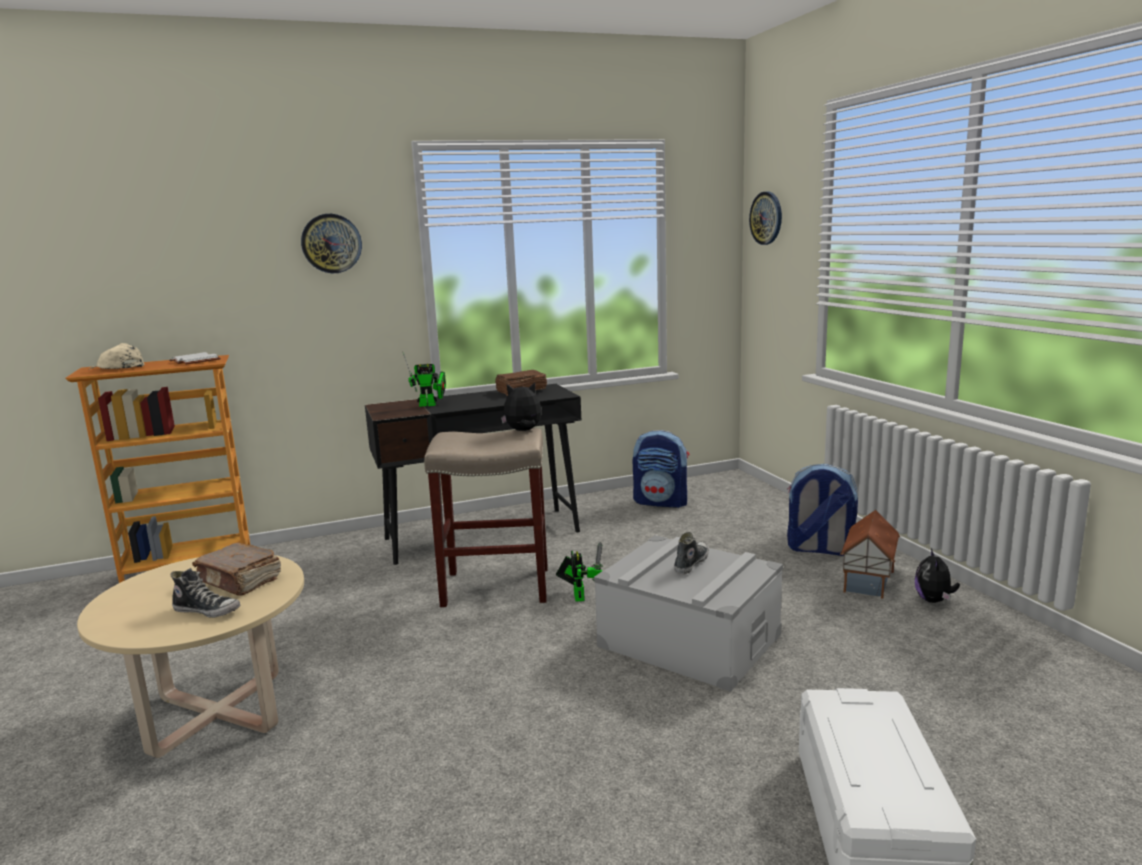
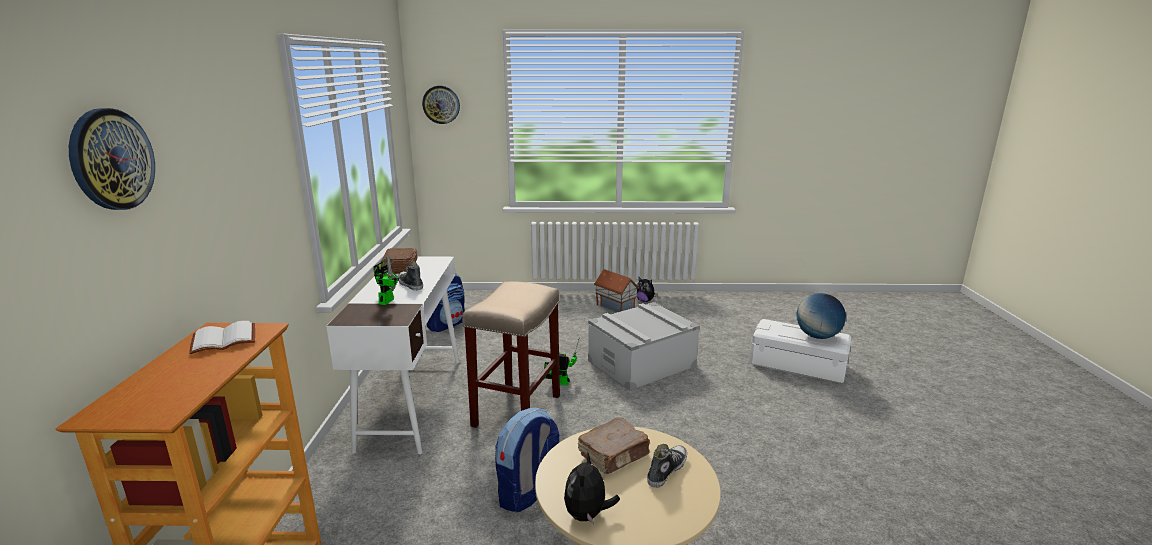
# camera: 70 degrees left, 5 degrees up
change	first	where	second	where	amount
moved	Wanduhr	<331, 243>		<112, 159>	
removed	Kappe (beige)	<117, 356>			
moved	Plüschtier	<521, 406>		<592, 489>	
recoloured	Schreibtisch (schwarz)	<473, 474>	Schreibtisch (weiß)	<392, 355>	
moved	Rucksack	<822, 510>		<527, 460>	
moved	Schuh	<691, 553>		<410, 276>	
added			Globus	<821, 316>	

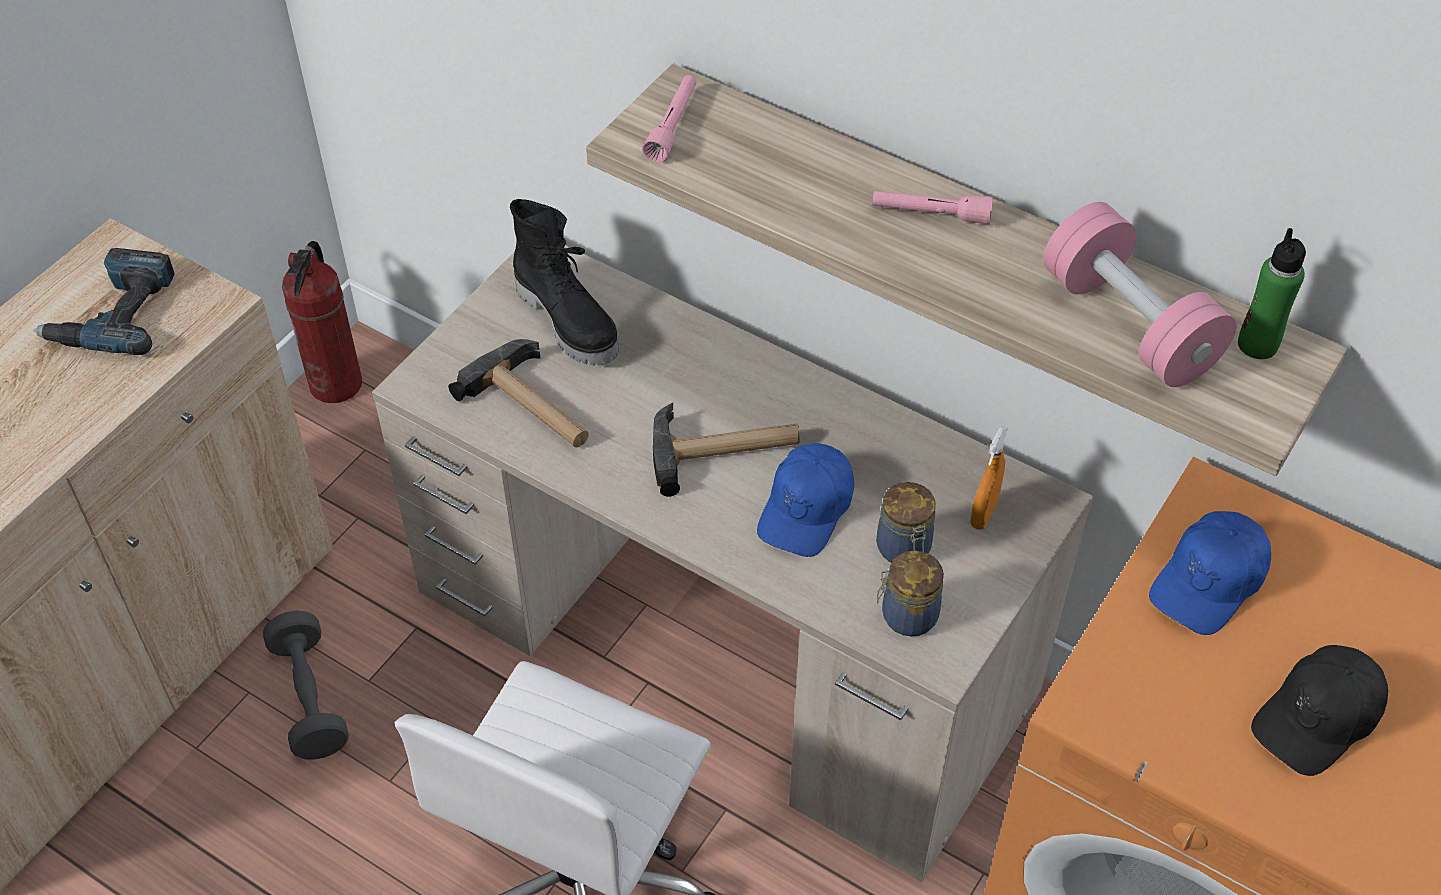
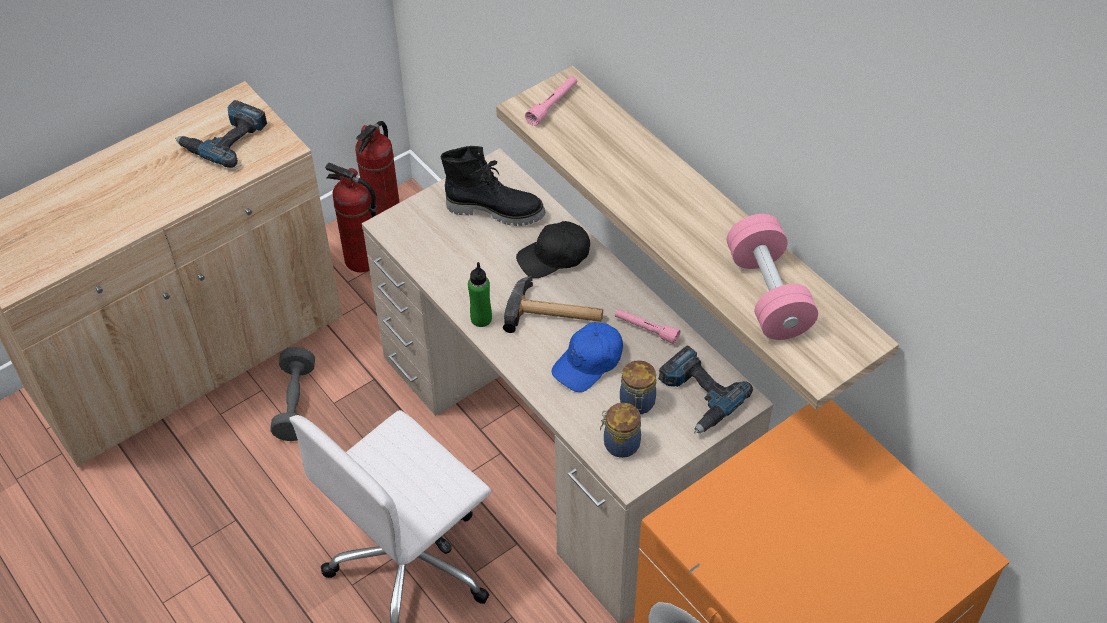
# camera: 20 degrees right, 0 degrees up
change	first	where	second	where	amount
moved	Taschenlampe (rosa)	<932, 208>		<647, 327>	
turned	Stiefel (schwarz)	<564, 282>		<493, 186>	60 degrees counterclockwise
moved	Flasche (grün)	<1272, 293>		<480, 294>	
removed	Hammer	<518, 393>			
replaced	Sprühflasche (orange)	<989, 478>	Bohrmaschine	<705, 390>	
removed	Kappe (blau)	<1210, 573>			
moved	Kappe (schwarz)	<1319, 710>		<553, 249>	
added			Feuerlöscher	<351, 218>	

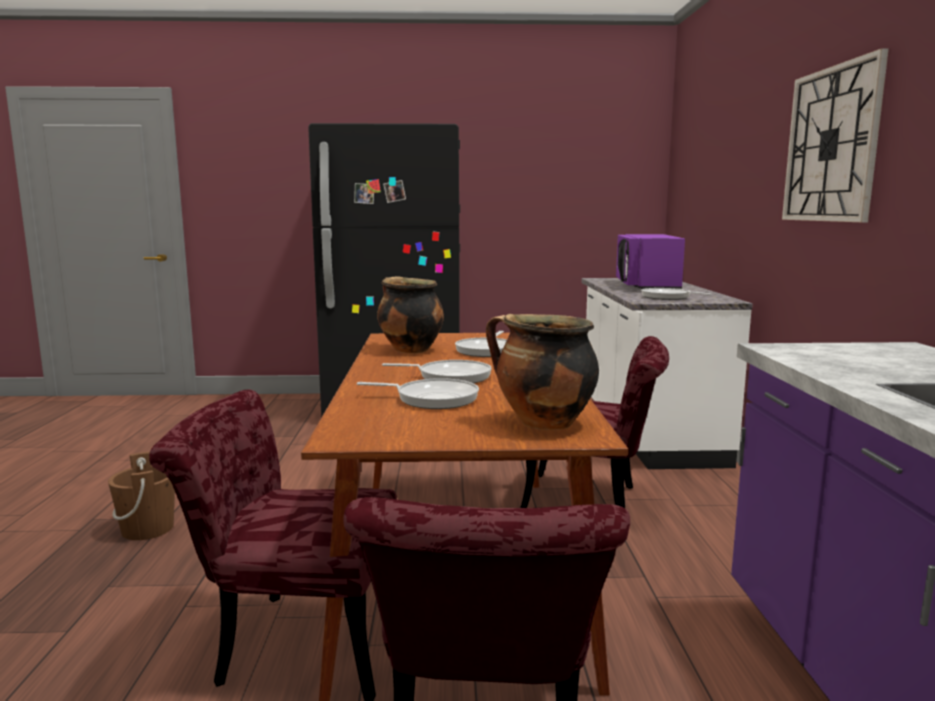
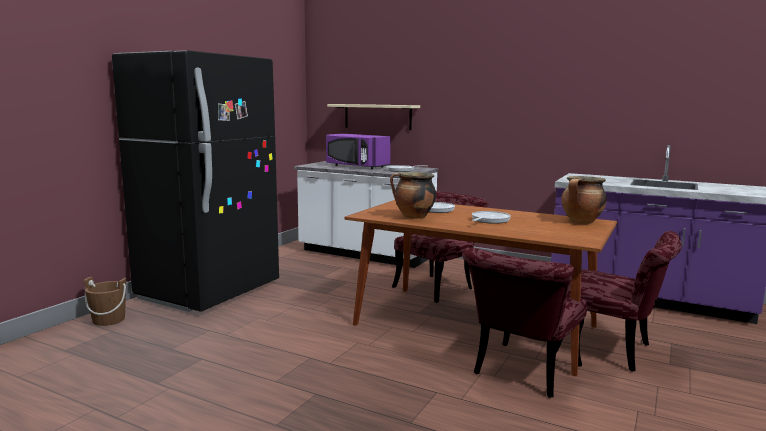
# camera: 60 degrees left, 0 degrees up
change	first	where	second	where	amount
removed	Wanduhr	<835, 135>			
removed	Pfanne	<418, 393>			
moved	Eimer (braun)	<141, 496>		<104, 301>	
added			Wandregal (beige)	<373, 117>	

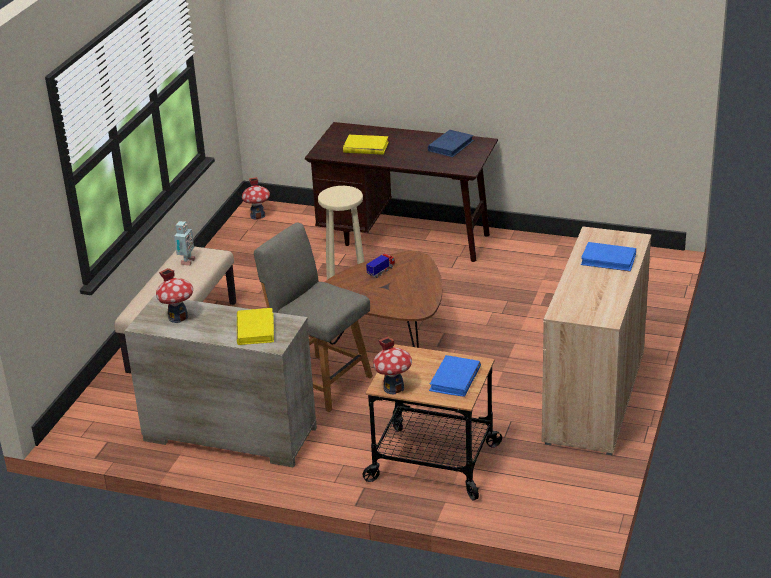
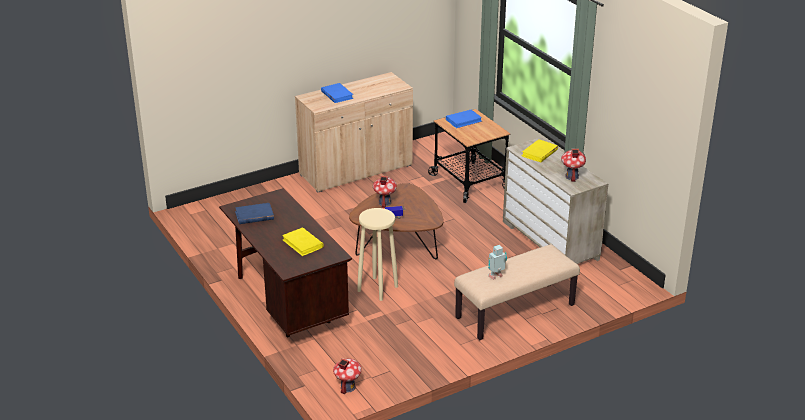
# camera: 140 degrees left, 0 degrees up
change	first	where	second	where	amount
removed	Stuhl (grau)	<313, 317>			
moved	Spielzeughaus	<392, 365>		<385, 192>	

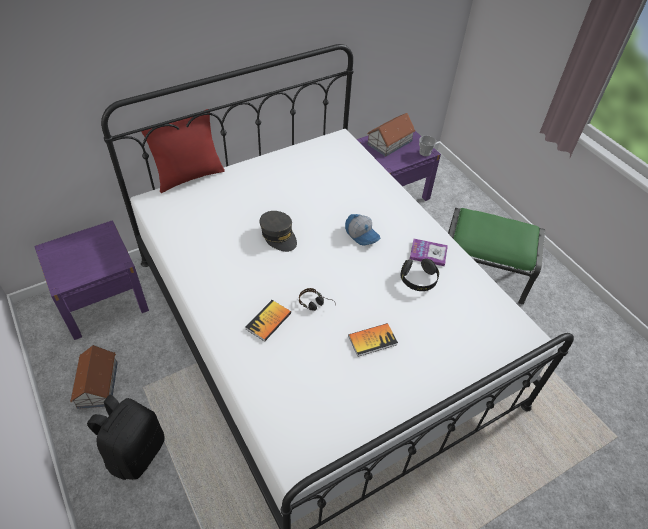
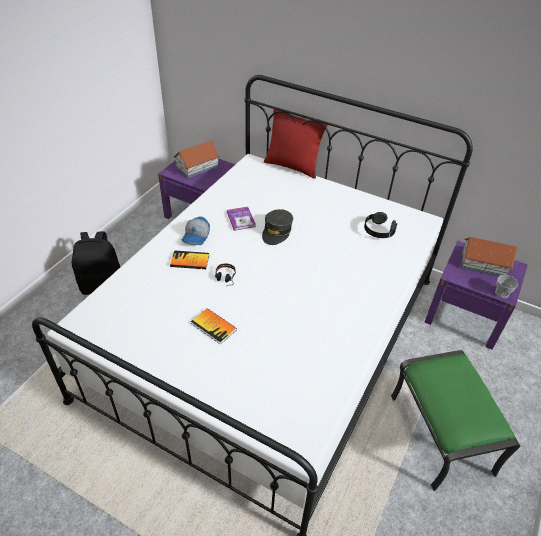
# camera: 60 degrees right, 5 degrees down
change	first	where	second	where	amount
moved	Kappe	<362, 230>		<196, 231>	
moved	Buch	<429, 252>		<241, 219>	
moved	Kopfhörer (schwarz)	<420, 274>		<380, 225>	
moved	Spielzeughaus	<94, 377>		<197, 159>	

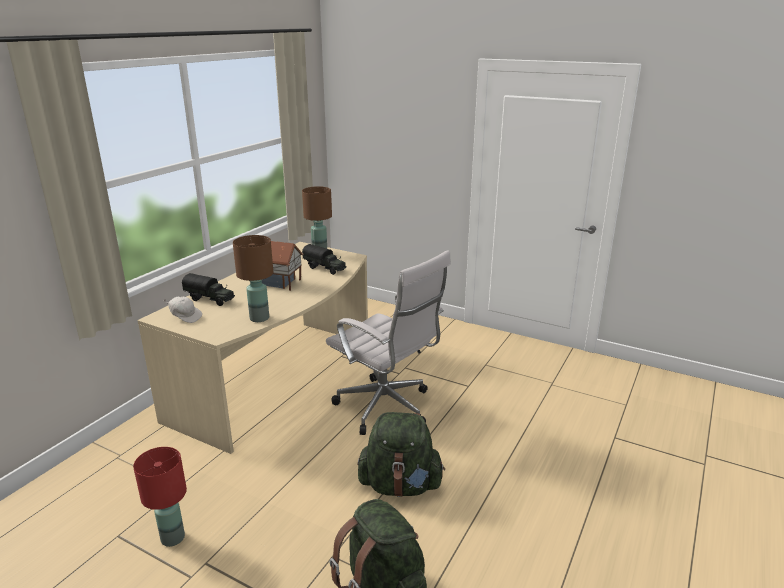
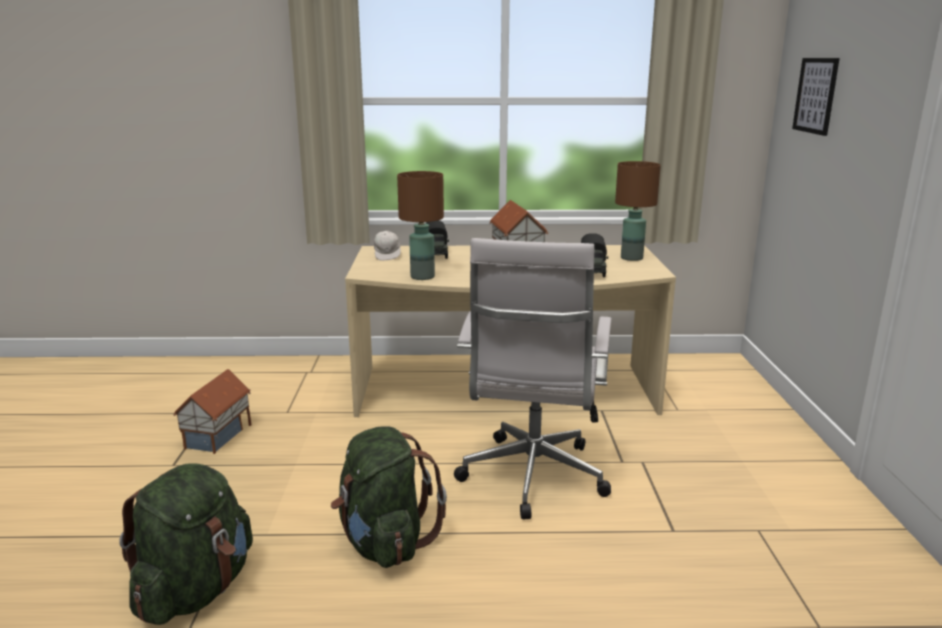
# camera: 60 degrees right, 5 degrees down
change	first	where	second	where	amount
replaced	Tischlampe (rot)	<160, 497>	Spielzeughaus	<212, 411>	
added			Bild	<816, 97>	

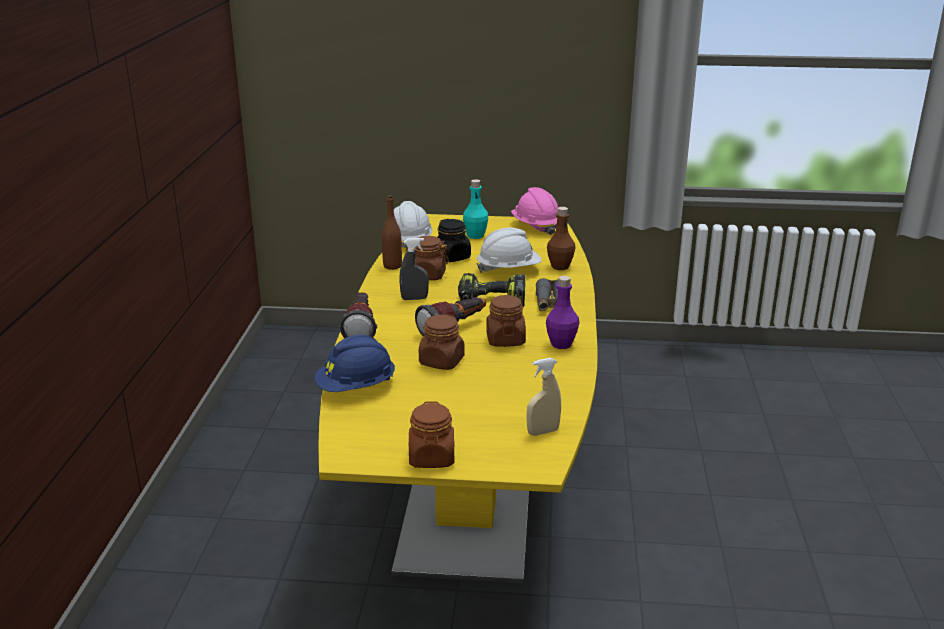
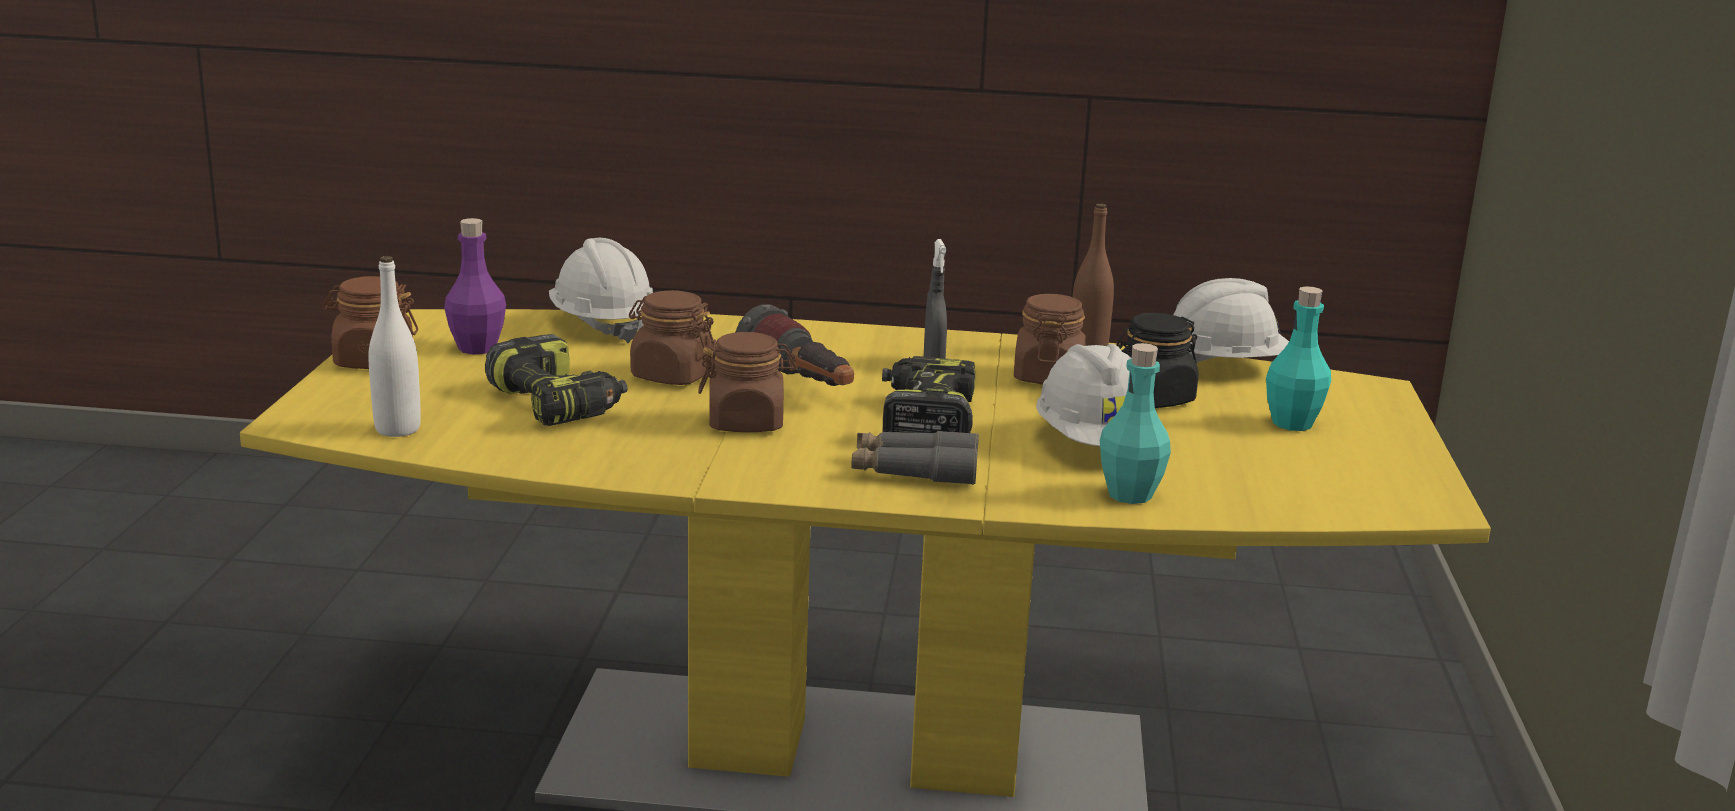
# camera: 90 degrees right, 5 degrees down
change	first	where	second	where	amount
removed	Schutzhelm (rosa)	<534, 211>			
recoloured	Flasche (braun)	<561, 238>	Flasche (türkis)	<1135, 423>	
moved	Flasche (lila)	<562, 312>		<475, 286>	
removed	Taschenlampe	<358, 315>			
recoloured	Schutzhelm (blau)	<354, 363>	Schutzhelm (weiß)	<601, 290>	
replaced	Sprühflasche (beige)	<544, 397>	Flasche (weiß)	<394, 346>	
added			Bohrmaschine	<556, 380>	

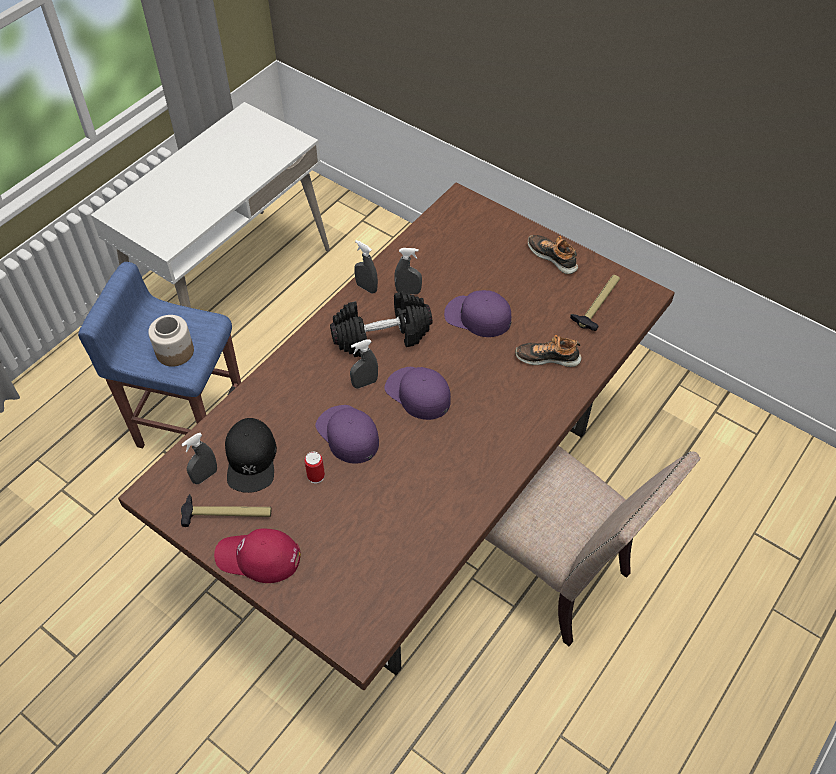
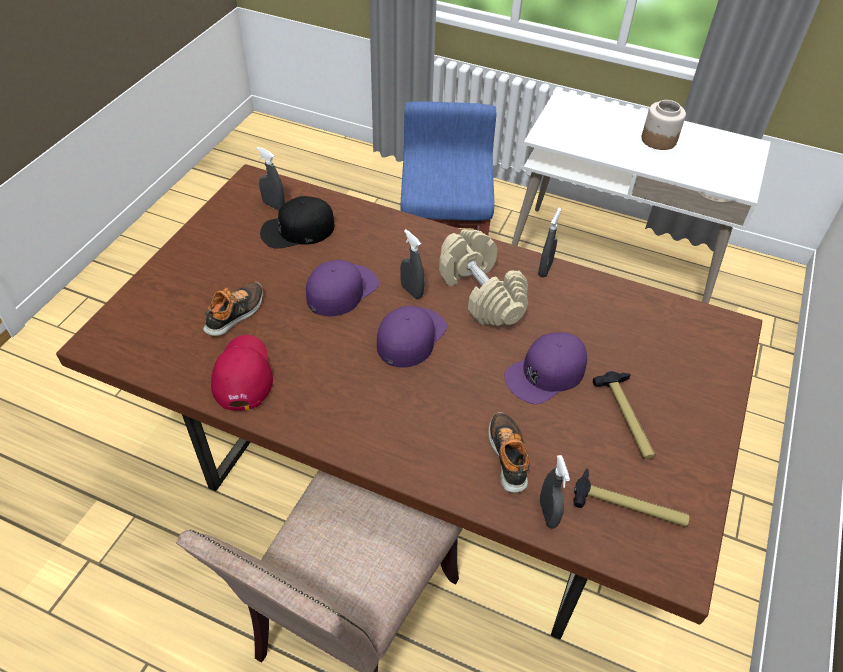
# camera: 75 degrees right, 5 degrees down
change	first	where	second	where	amount
moved	Schuh	<553, 254>		<233, 308>	
moved	Sprühflasche (grau)	<408, 271>		<555, 491>	
turned	Kappe (lila)	<478, 313>		<545, 368>	135 degrees counterclockwise
recoloured	Hantel (schwarz)	<381, 324>	Hantel (beige)	<483, 277>	
moved	Vorratsglas	<171, 341>		<664, 125>	
removed	Dose	<314, 467>			
moved	Hammer	<226, 510>		<624, 415>	
moved	Kappe (rot)	<257, 556>		<242, 373>	

